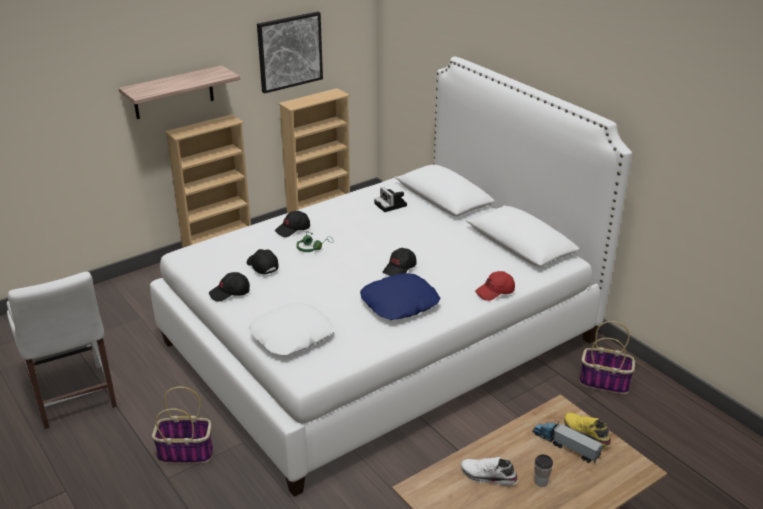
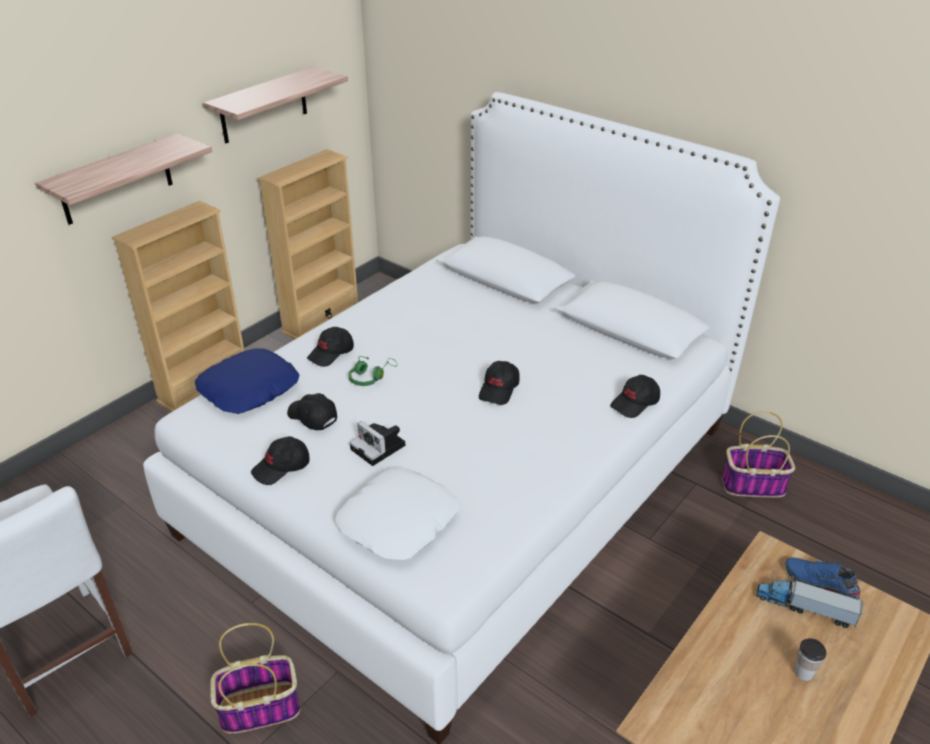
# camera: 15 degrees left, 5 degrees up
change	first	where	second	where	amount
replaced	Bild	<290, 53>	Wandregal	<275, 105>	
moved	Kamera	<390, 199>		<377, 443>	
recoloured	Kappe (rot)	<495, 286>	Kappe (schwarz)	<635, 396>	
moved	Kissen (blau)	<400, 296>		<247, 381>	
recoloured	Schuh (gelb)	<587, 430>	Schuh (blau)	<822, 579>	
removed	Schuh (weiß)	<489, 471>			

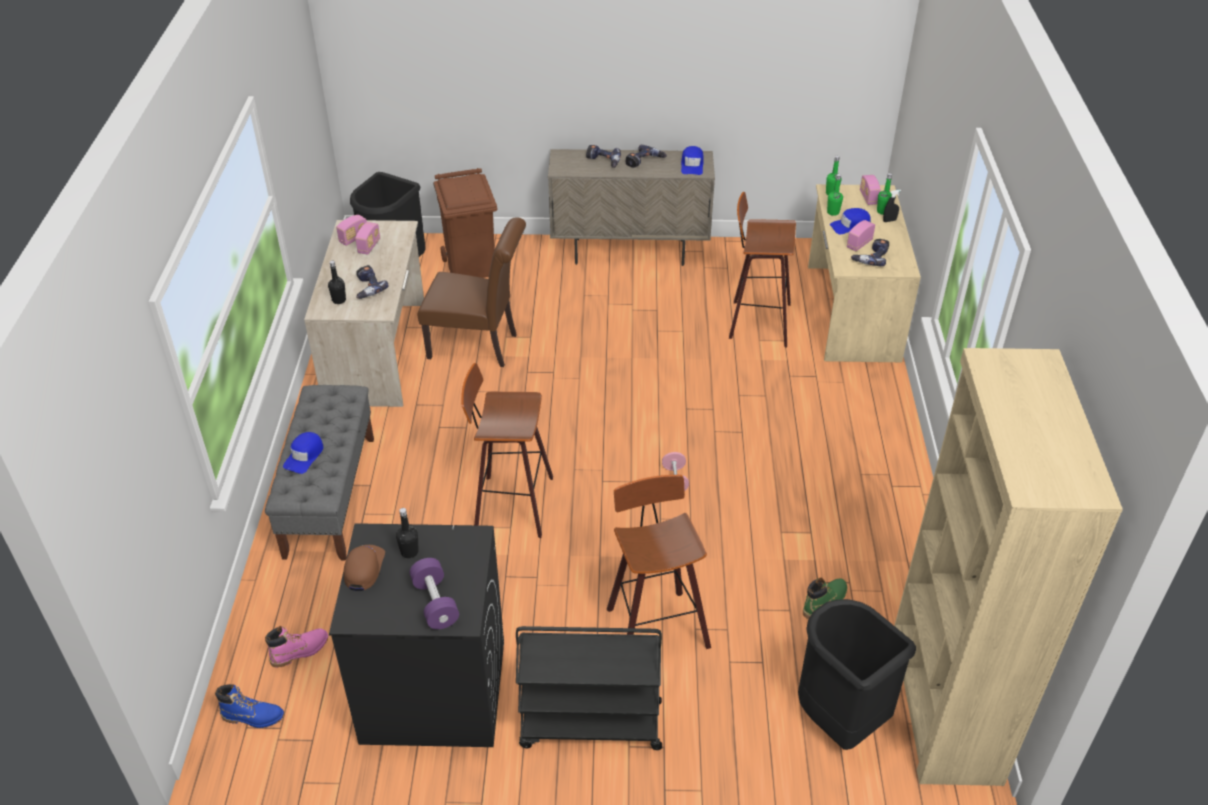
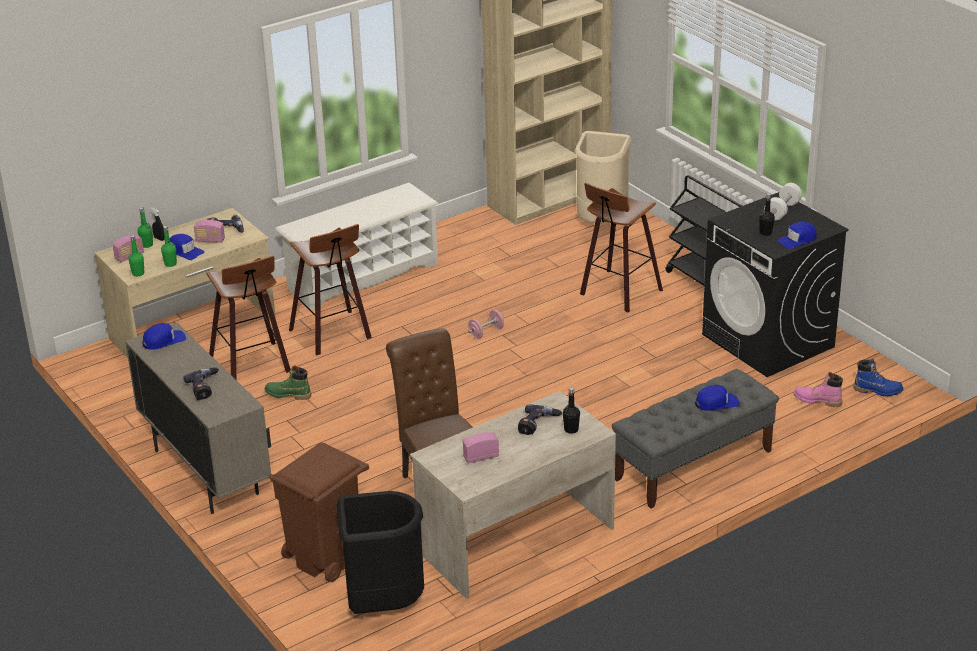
# camera: 125 degrees left, 10 degrees down
change	first	where	second	where	amount
removed	Bohrmaschine	<646, 156>			
removed	Radio	<351, 230>			
moved	Hocker	<507, 450>		<330, 290>	
recoloured	Kappe (braun)	<364, 568>	Kappe (blau)	<797, 235>	
recoloured	Hantel (lila)	<434, 593>	Hantel (weiß)	<783, 201>	
moved	Stiefel (grün)	<825, 598>		<288, 382>	
recoloured	Mülleimer (schwarz)	<857, 674>	Mülleimer (beige)	<603, 177>	
turned	Stiefel (blau)	<249, 706>		<878, 378>	135 degrees clockwise
added			Schuhregal (weiß)	<357, 247>	

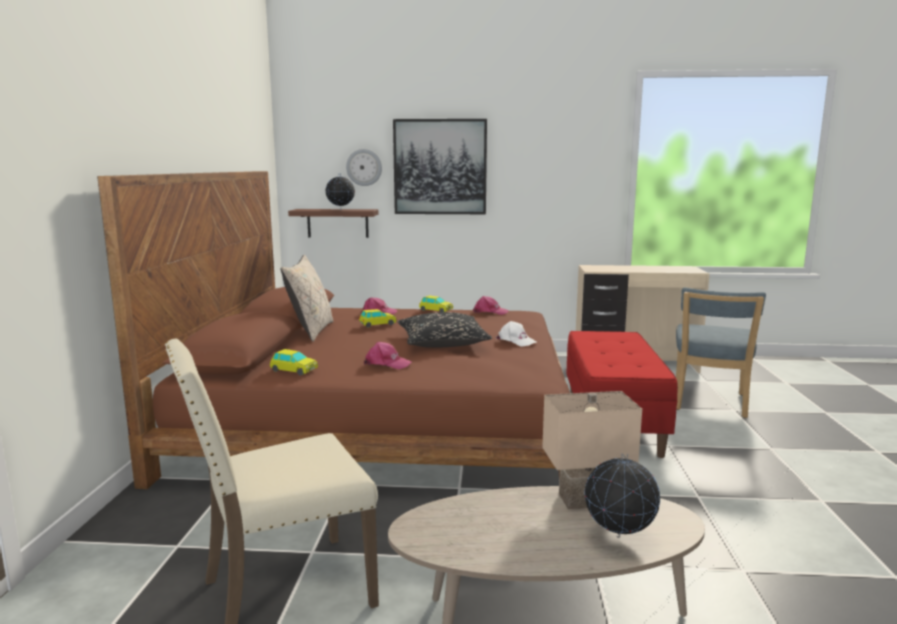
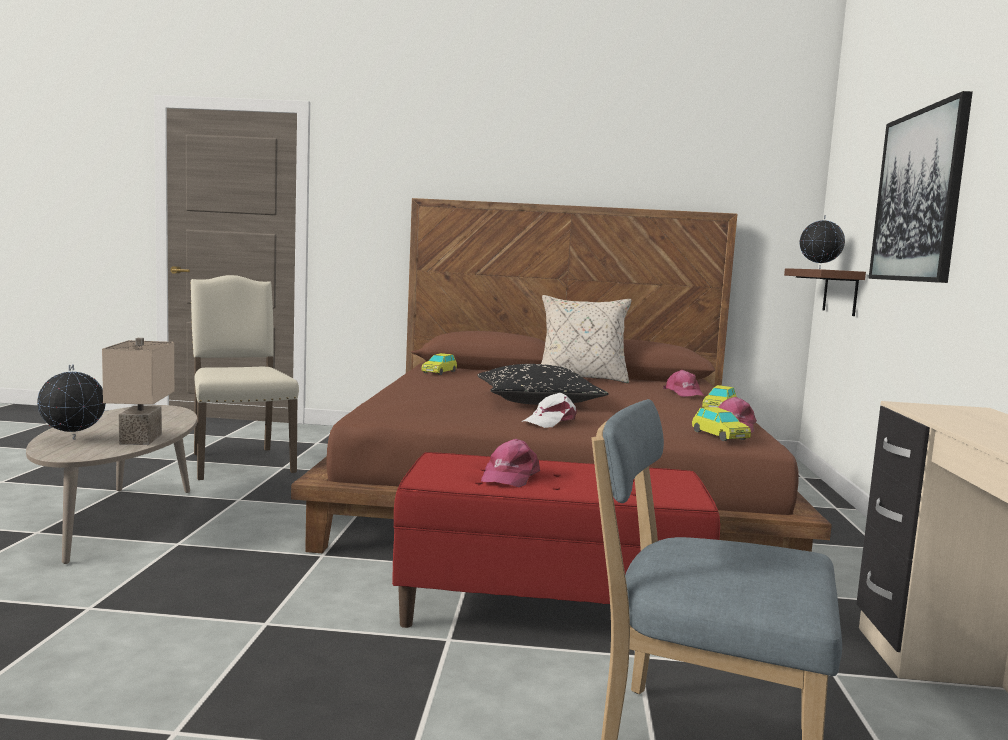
# camera: 90 degrees right, 5 degrees down
change	first	where	second	where	amount
removed	Wanduhr	<364, 167>			
moved	Spielzeugauto	<378, 318>		<721, 424>	
moved	Kappe (rosa)	<388, 355>		<510, 463>	

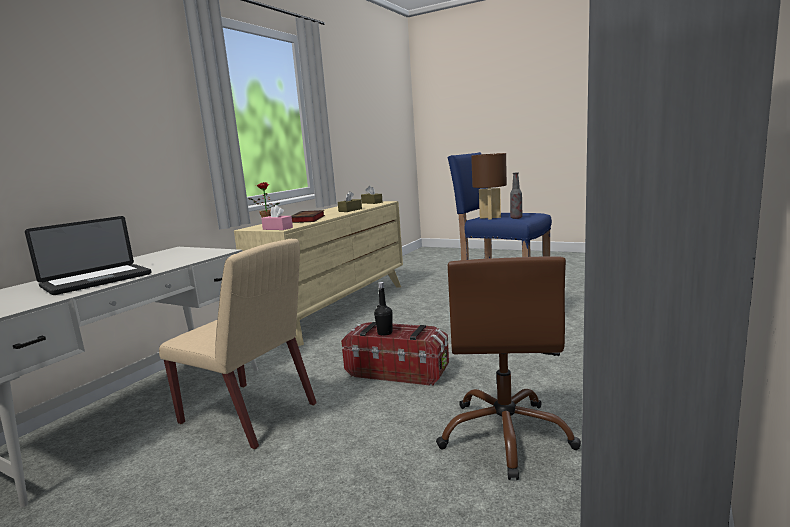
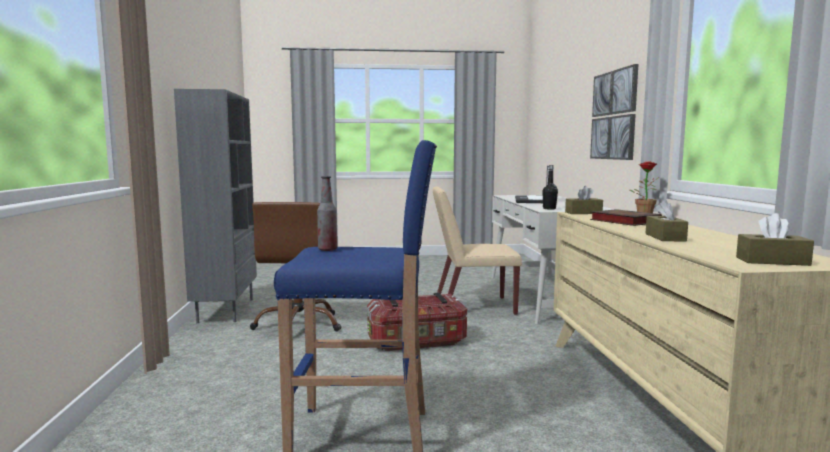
# camera: 145 degrees right, 5 degrees down
change	first	where	second	where	amount
removed	Tischlampe (braun)	<489, 186>			
recoloured	Taschentuchbox (rosa)	<277, 217>	Taschentuchbox (braun)	<584, 200>	
turned	Bürostuhl (braun)	<508, 368>		<295, 266>	150 degrees counterclockwise
moved	Flasche (schwarz)	<383, 309>		<550, 187>	
added			Bild	<614, 112>	

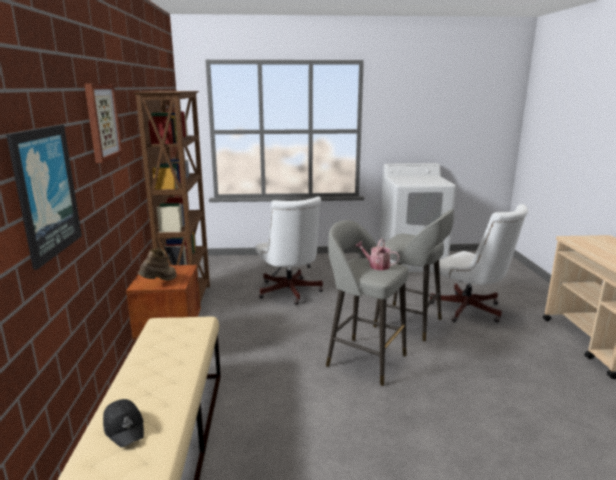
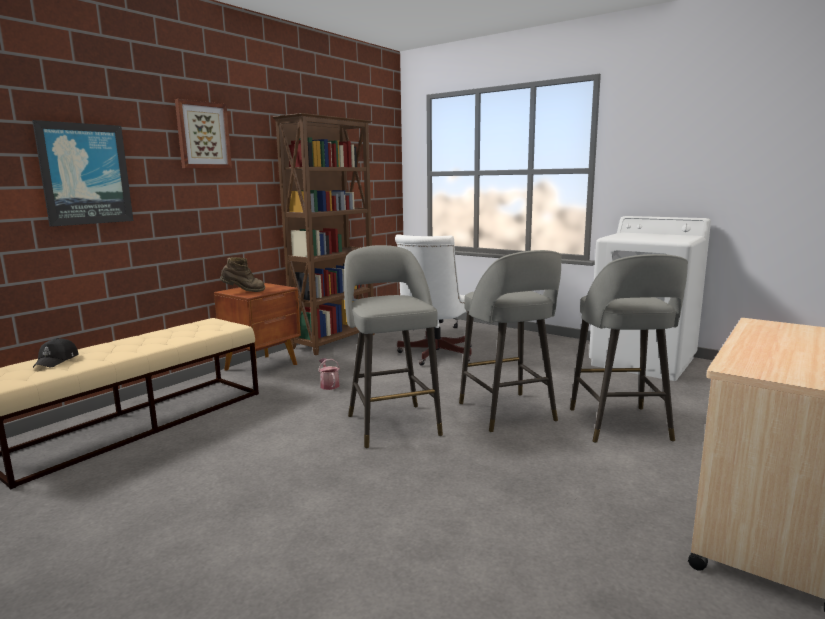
# camera: 40 degrees right, 5 degrees down
change	first	where	second	where	amount
replaced	Bürostuhl (weiß)	<478, 263>	Hocker (grau)	<629, 348>	
moved	Gießkanne	<377, 254>		<329, 374>	

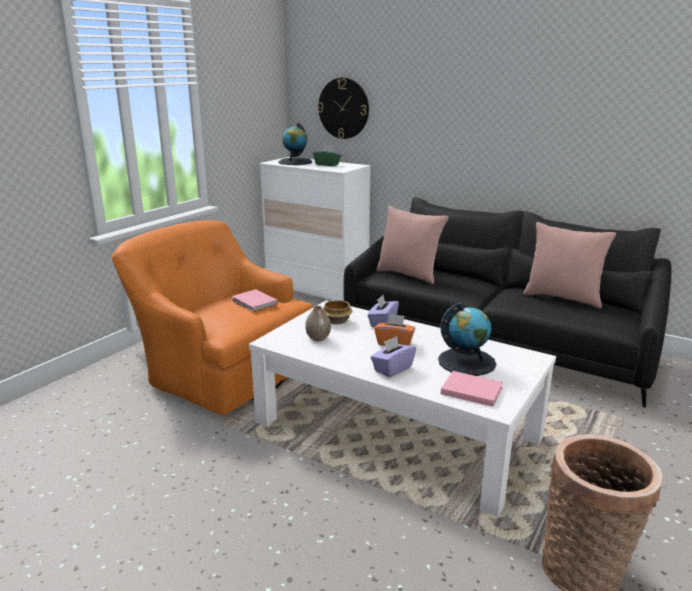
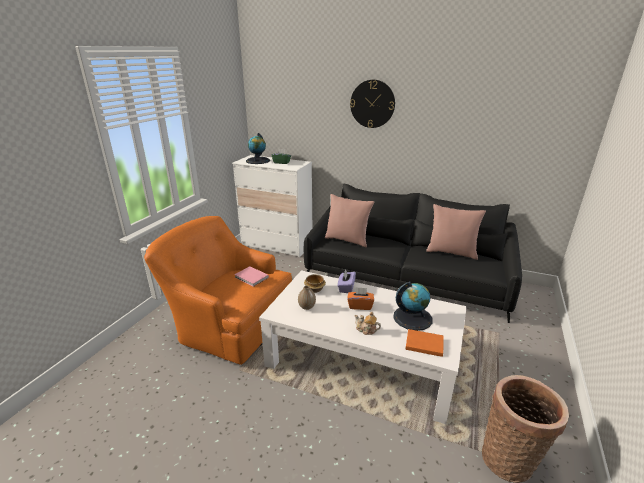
# camera: 10 degrees left, 5 degrees up
change	first	where	second	where	amount
moved	Wanduhr	<343, 108>		<372, 104>	
replaced	Taschentuchbox (lila)	<393, 356>	Teekanne	<367, 323>	
recoloured	Buch (rosa)	<472, 389>	Buch (orange)	<424, 343>	

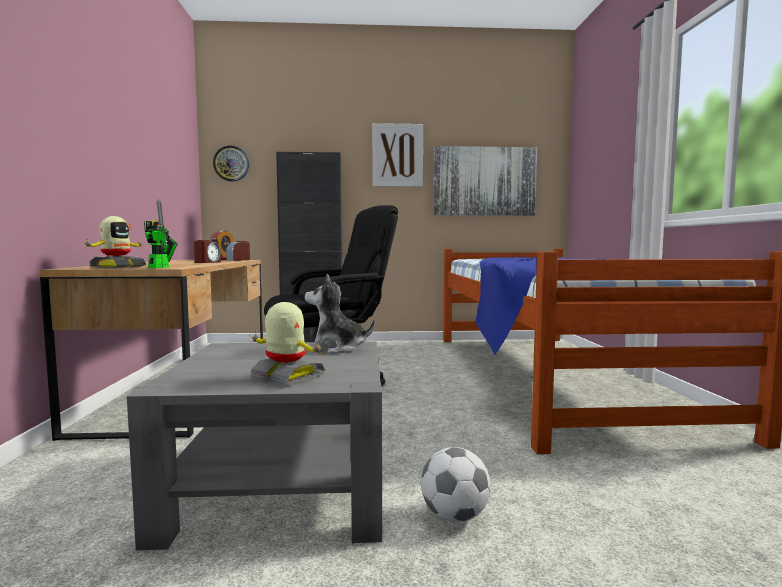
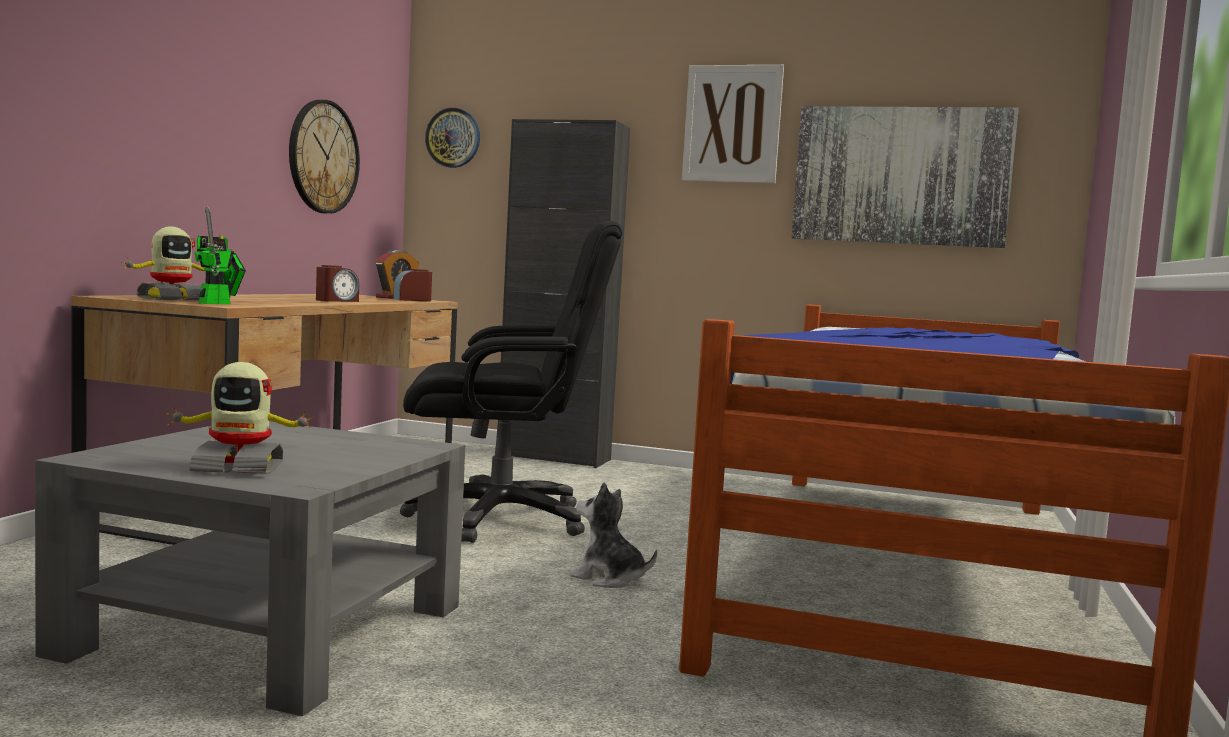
# camera: 20 degrees right, 0 degrees up
change	first	where	second	where	amount
moved	Plüschtier	<340, 313>		<613, 535>	
turned	Spielzeugroboter	<287, 343>		<240, 418>	120 degrees clockwise
removed	Fußball	<456, 484>			
added			Wanduhr	<324, 157>	

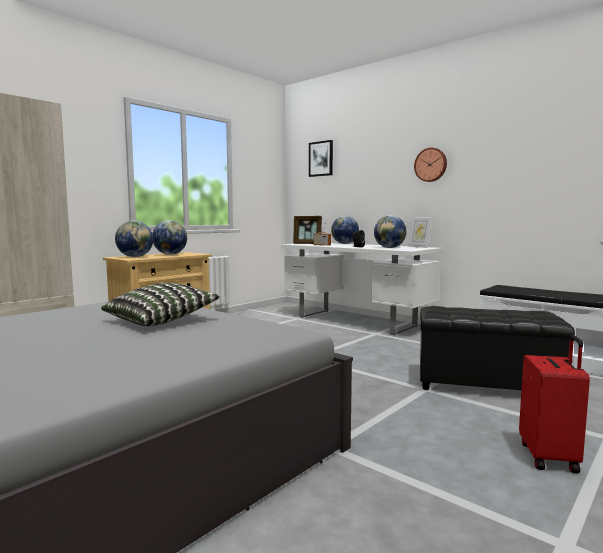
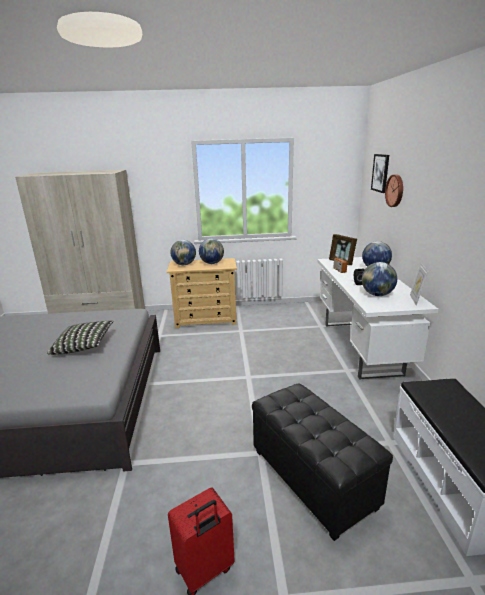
# camera: 45 degrees right, 15 degrees up
change	first	where	second	where	amount
moved	Wanduhr	<430, 165>		<394, 191>	

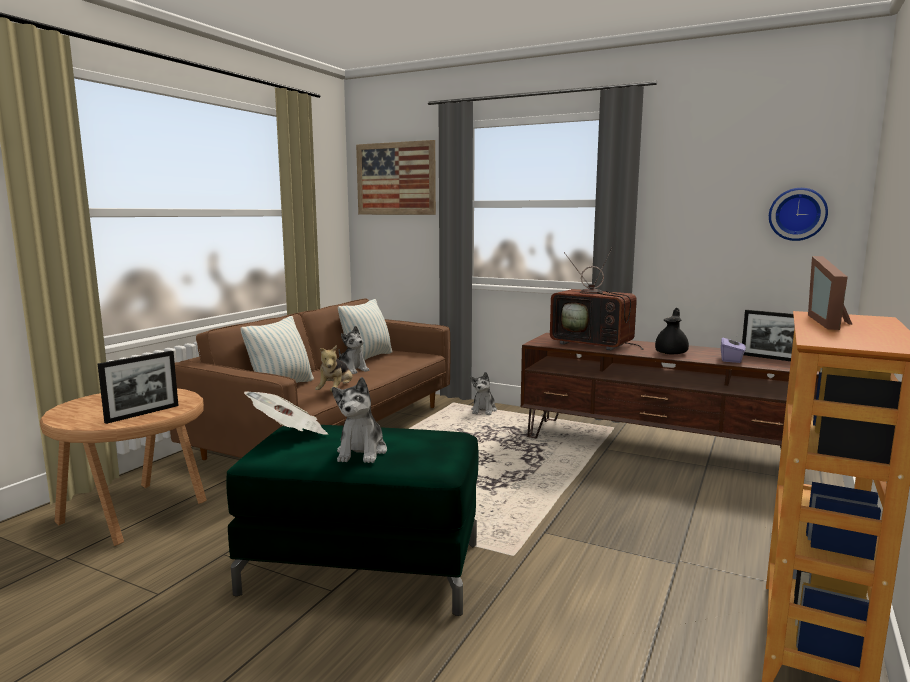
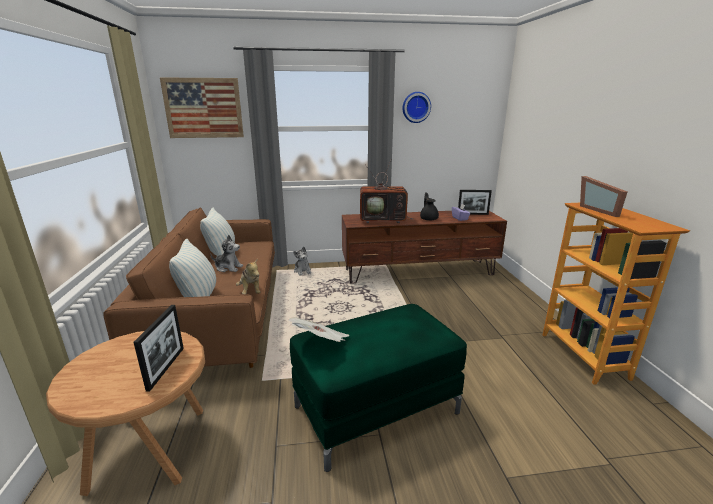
# camera: 35 degrees left, 10 degrees up
change	first	where	second	where	amount
moved	Wanduhr	<798, 214>		<417, 107>	
removed	Plüschtier	<359, 420>			

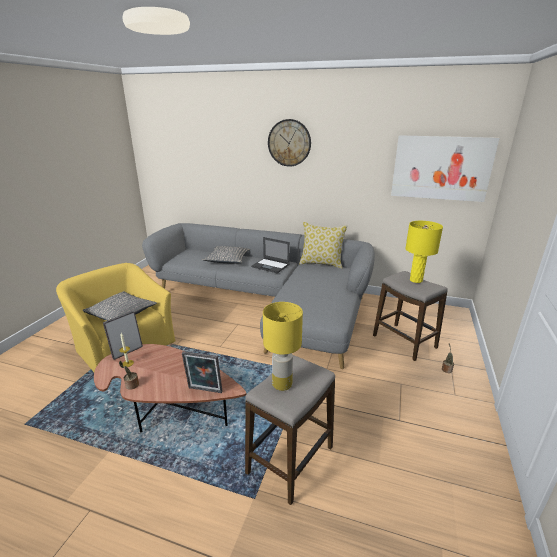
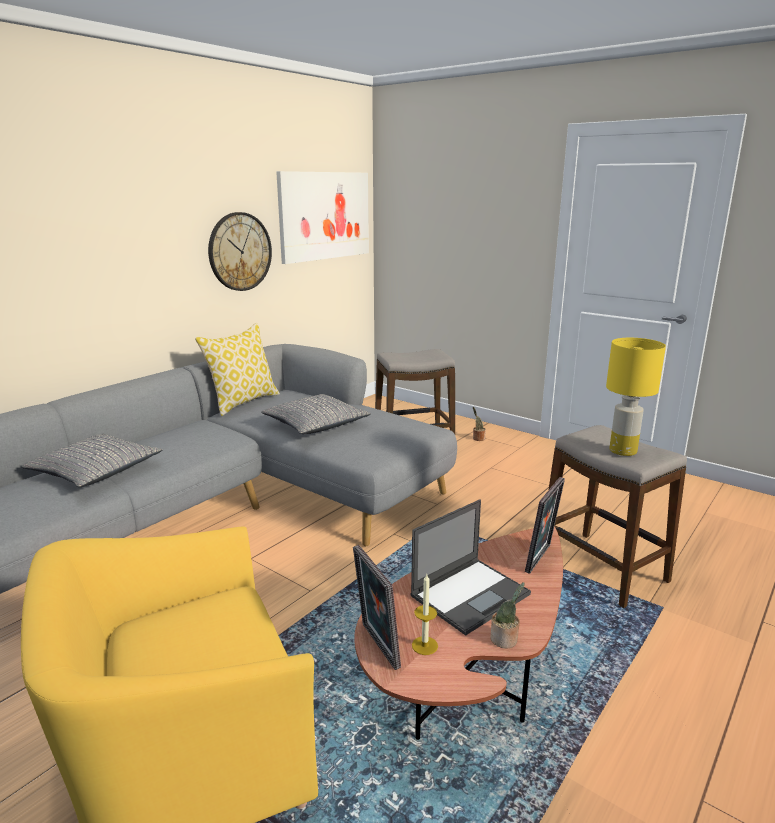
# camera: 70 degrees left, 5 degrees down
change	first	where	second	where	amount
moved	Wanduhr	<289, 143>		<240, 251>	
removed	Tischlampe (gelb)	<424, 252>			
moved	Laptop	<270, 255>		<470, 567>	
moved	Kissen (grau)	<120, 306>		<316, 414>	

